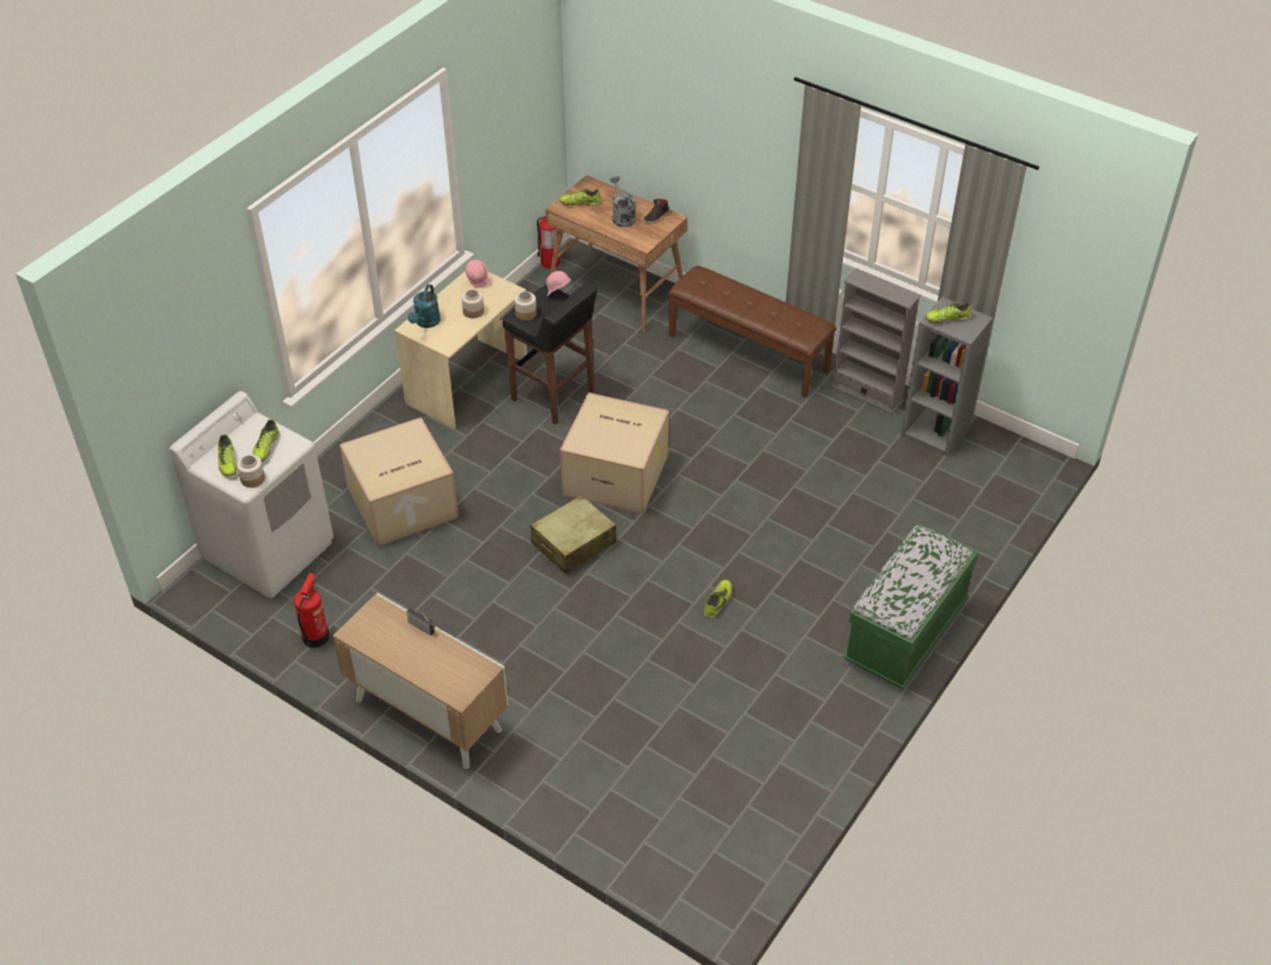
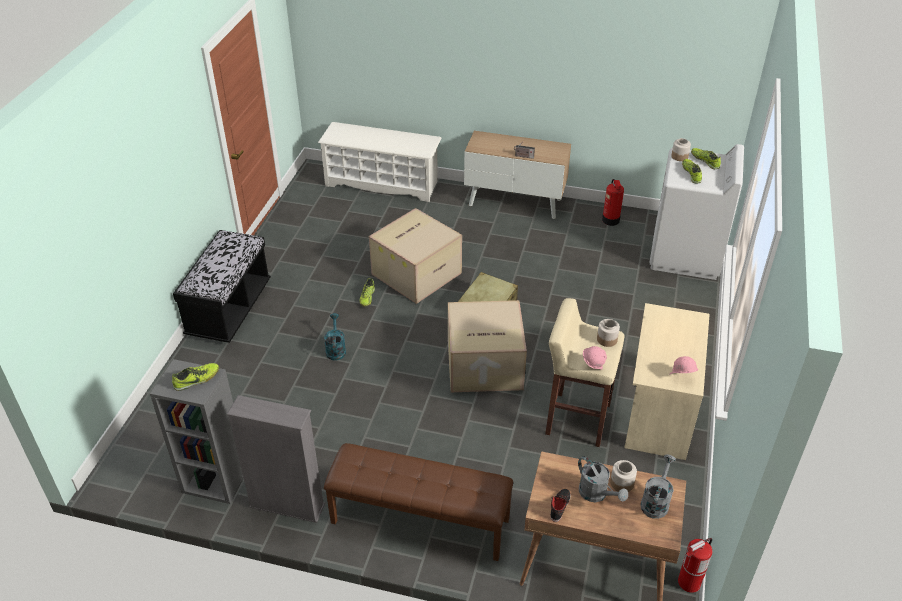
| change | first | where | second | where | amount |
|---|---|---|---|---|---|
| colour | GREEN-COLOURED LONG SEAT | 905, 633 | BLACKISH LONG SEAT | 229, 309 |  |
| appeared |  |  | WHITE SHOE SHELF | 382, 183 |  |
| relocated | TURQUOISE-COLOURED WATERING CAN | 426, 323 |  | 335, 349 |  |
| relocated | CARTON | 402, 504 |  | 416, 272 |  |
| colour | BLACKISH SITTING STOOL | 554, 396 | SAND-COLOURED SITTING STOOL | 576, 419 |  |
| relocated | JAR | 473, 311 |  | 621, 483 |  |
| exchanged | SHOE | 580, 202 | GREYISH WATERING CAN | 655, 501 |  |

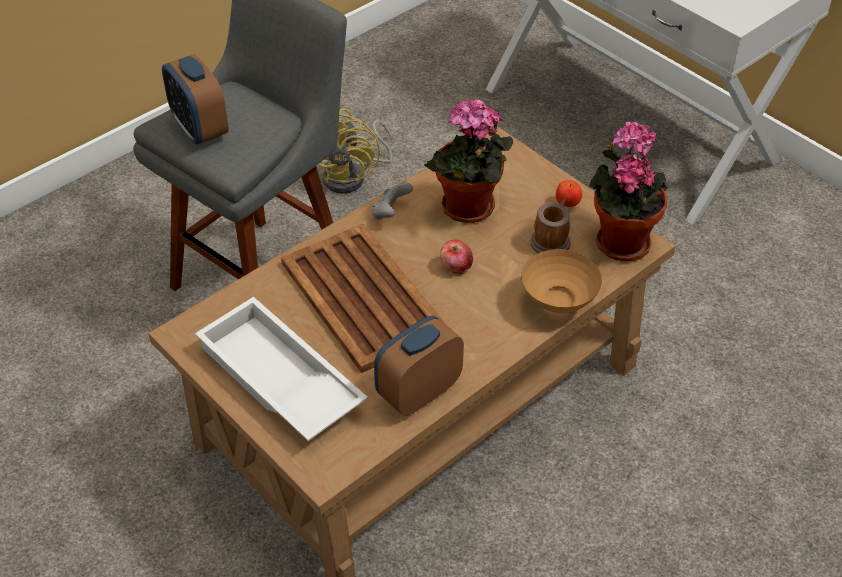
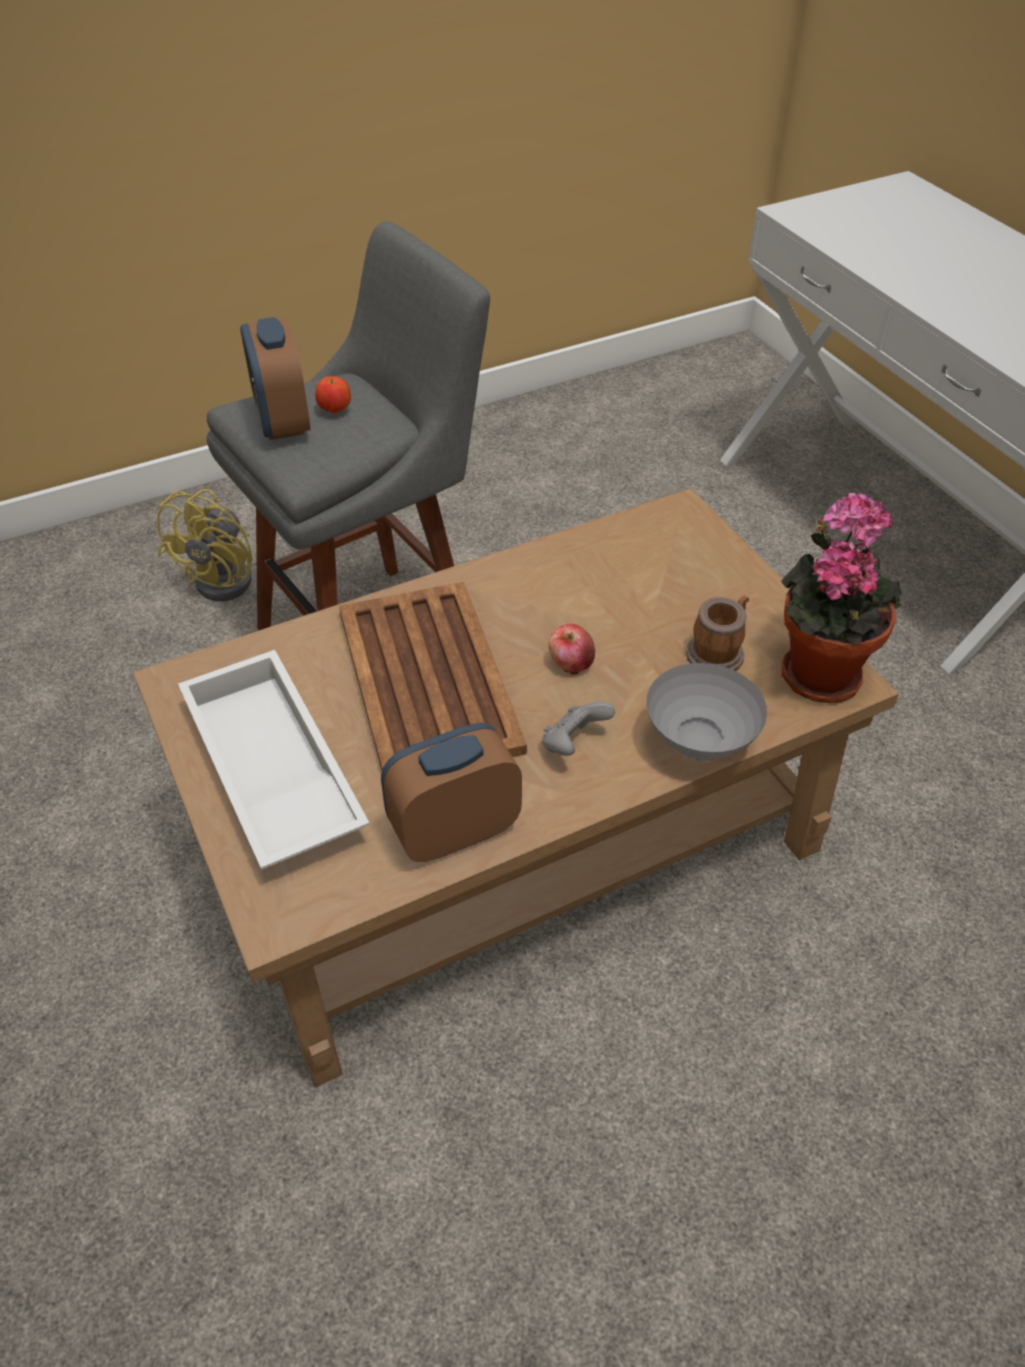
| change | first | where | second | where | amount |
|---|---|---|---|---|---|
| relocated | YELLOW FAN | 352, 176 |  | 238, 581 |  |
| relocated | WHOLE APPLE | 567, 203 |  | 335, 410 |  |
| relocated | GREYISH GAMEPAD | 390, 213 |  | 573, 744 |  |
| colour | BROWN-COLOURED DEEP DISH | 558, 304 | GREYISH DEEP DISH | 698, 744 |  |
| missing | PLANT IN A POT | 467, 210 |  |  |  |

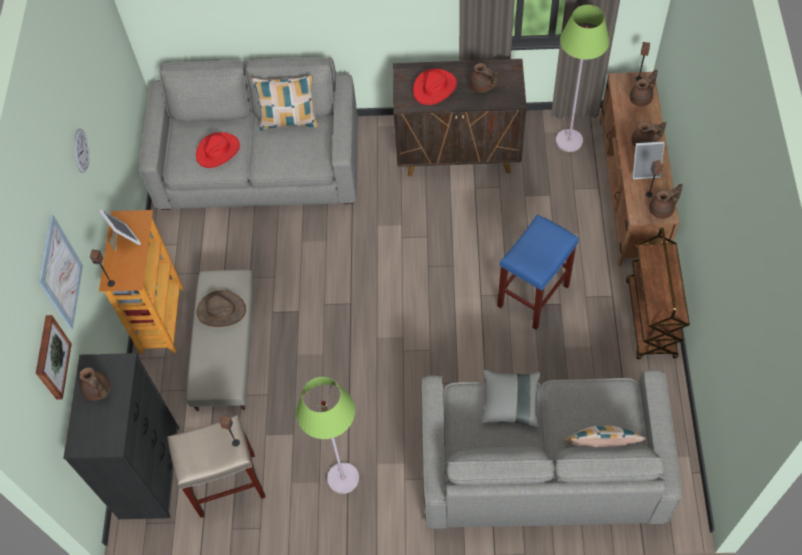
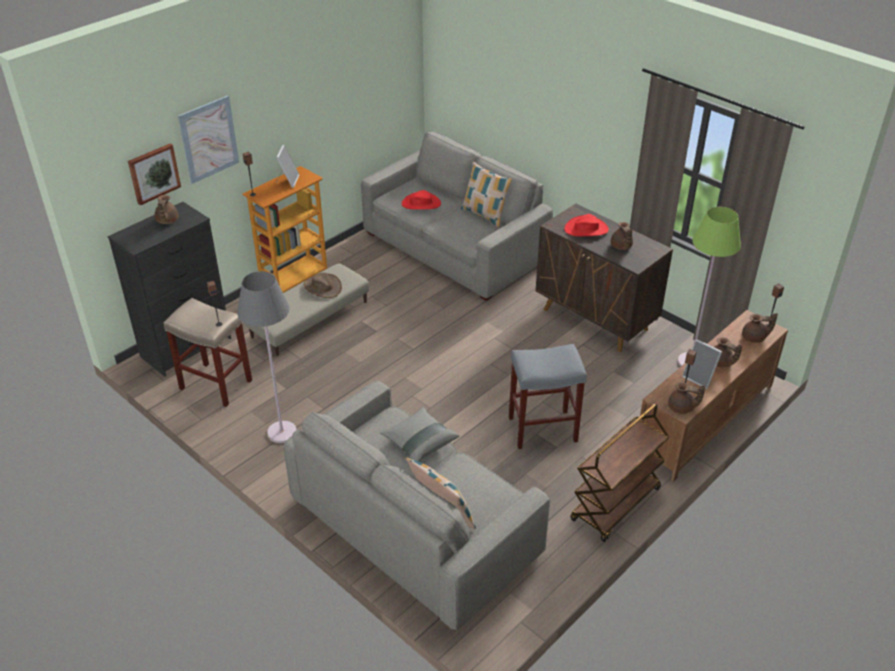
| change | first | where | second | where | amount |
|---|---|---|---|---|---|
| colour | GREEN-COLOURED STANDARD LAMP | 343, 478 | GREYISH STANDARD LAMP | 281, 432 |  |
| colour | BLUISH SITTING STOOL | 533, 295 | GREYISH SITTING STOOL | 543, 428 |  |
| missing | HANGING CLOCK | 81, 150 |  |  |  |

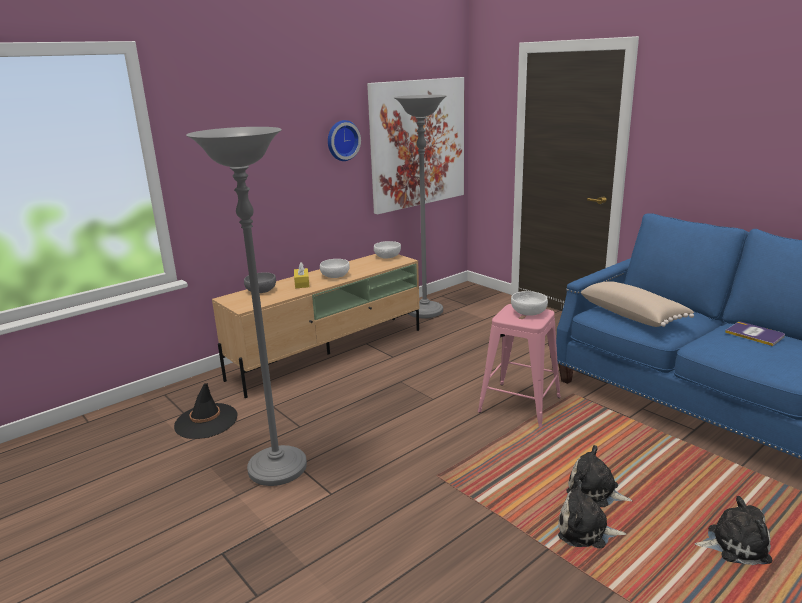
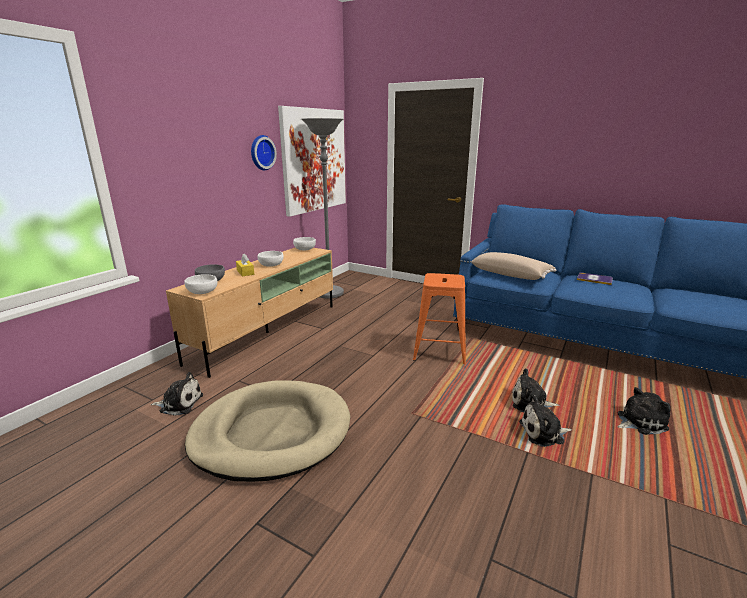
| change | first | where | second | where | amount |
|---|---|---|---|---|---|
| exchanged | BLACKISH WEARABLE HAT | 206, 421 | SOFT TOY | 179, 403 |  |
| relocated | WHITE DEEP DISH | 528, 312 |  | 202, 292 |  |
| exchanged | GREYISH STANDARD LAMP | 277, 469 | SAND-COLOURED DOG CUSHION | 271, 433 |  |
| colour | PINKISH SITTING STOOL | 519, 404 | ORANGE-COLOURED SITTING STOOL | 439, 350 |  |

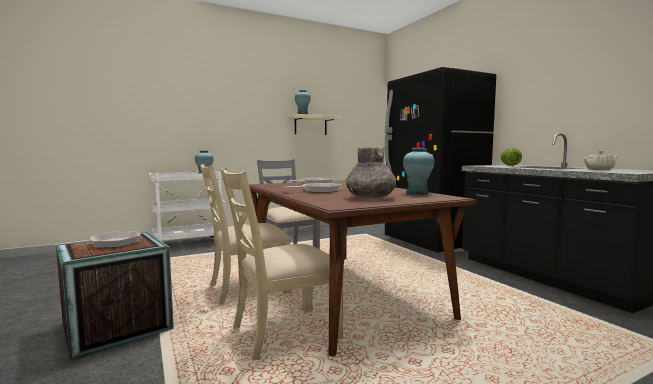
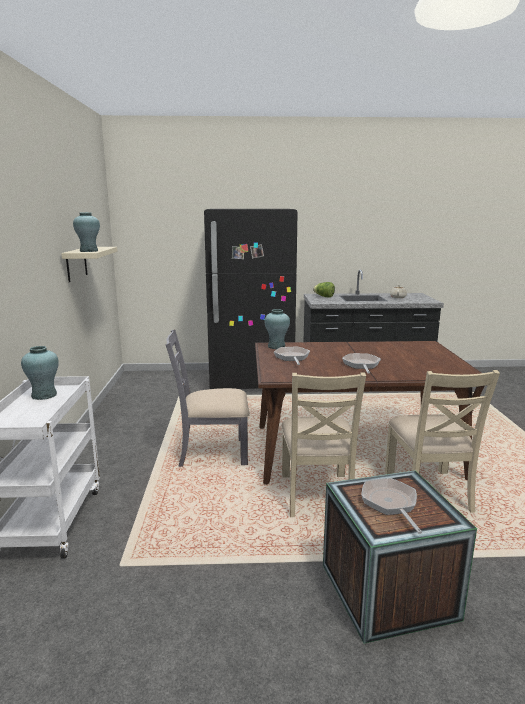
| change | first | where | second | where | amount |
|---|---|---|---|---|---|
| relocated | TURQUOISE-COLOURED DECORATIVE VASE | 417, 193 |  | 276, 346 |  |
| missing | GREYISH DECORATIVE VASE | 370, 198 |  |  |  |

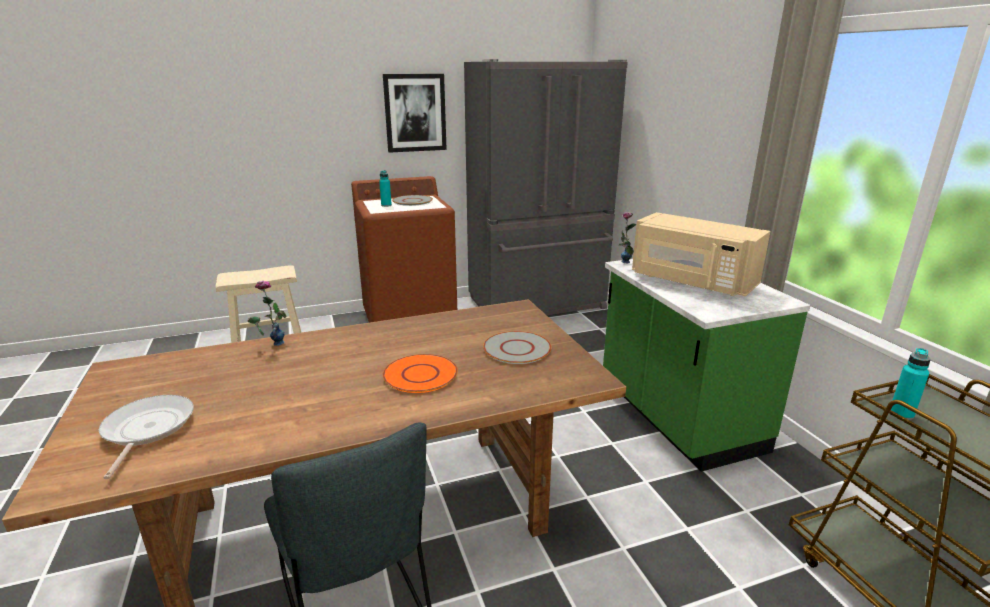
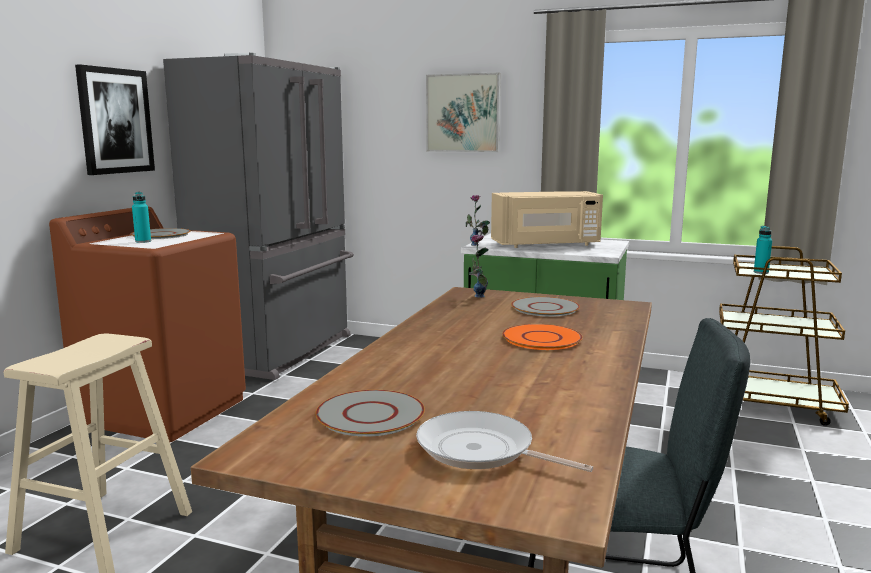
| change | first | where | second | where | amount |
|---|---|---|---|---|---|
| appeared |  |  | GREYISH FLAT DISH | 370, 415 |  |
| appeared |  |  | WALL PICTURE | 463, 113 |  |
| relocated | DECORATIVE VASE | 270, 344 |  | 477, 298 |  |

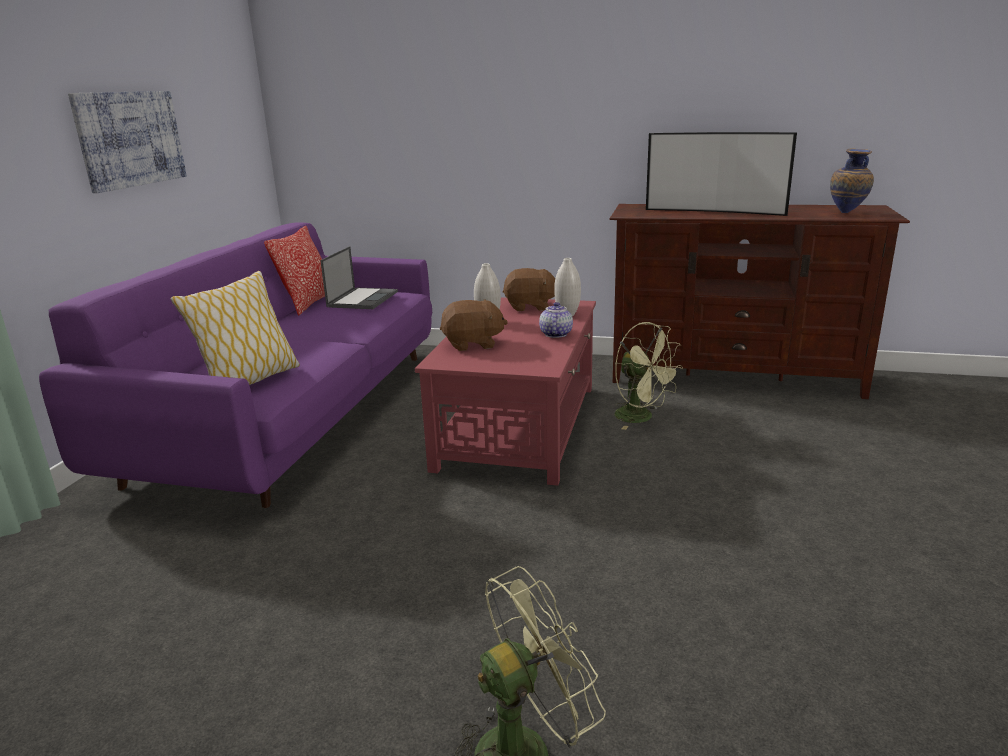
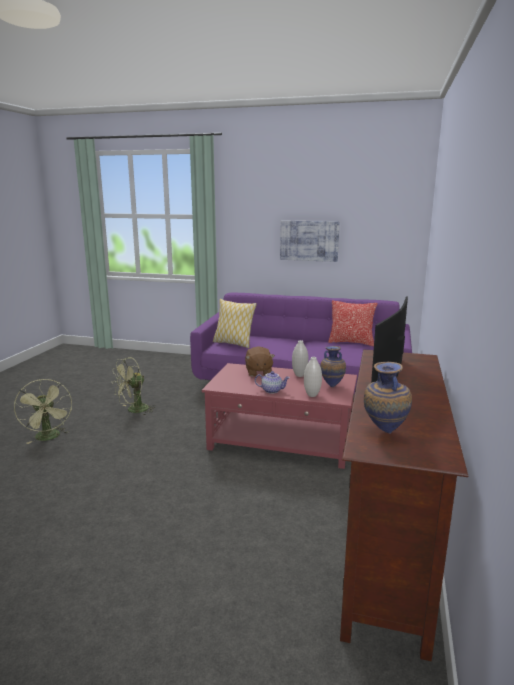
| change | first | where | second | where | amount |
|---|---|---|---|---|---|
| relocated | GREEN-COLOURED FAN | 641, 418 |  | 134, 410 |  |
| exchanged | BROWN-COLOURED SOFT TOY | 530, 307 | DECORATIVE VASE | 332, 386 |  |
| missing | LAPTOP | 363, 299 |  |  |  |

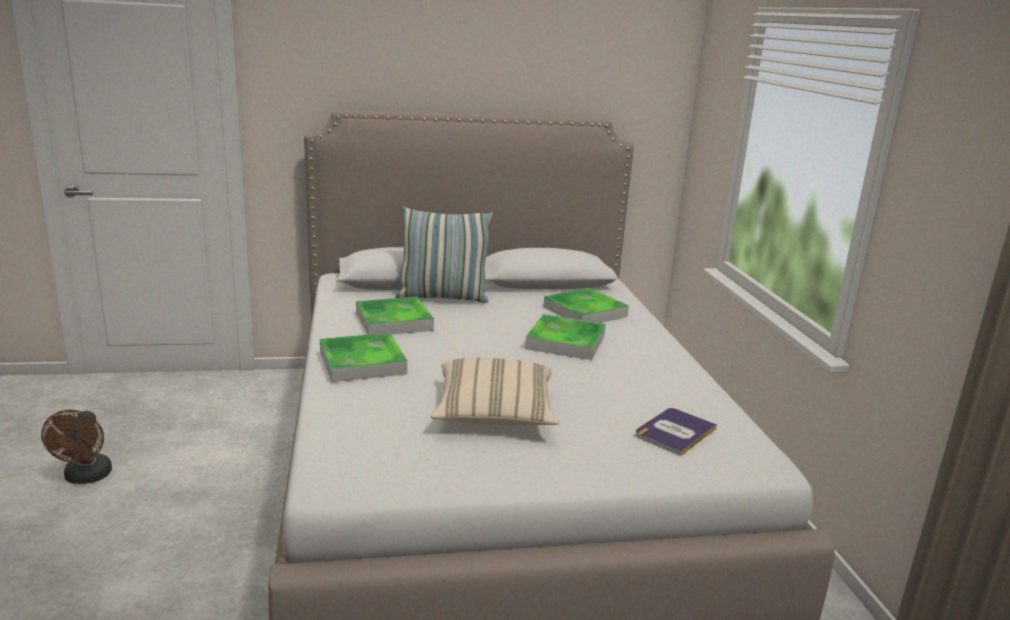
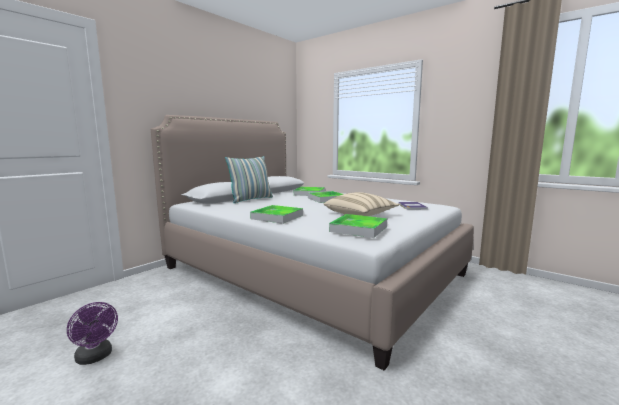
| change | first | where | second | where | amount |
|---|---|---|---|---|---|
| colour | BROWN-COLOURED FAN | 86, 477 | PURPLE FAN | 96, 357 |  |
| relocated | TRAY | 394, 321 |  | 358, 229 |  |

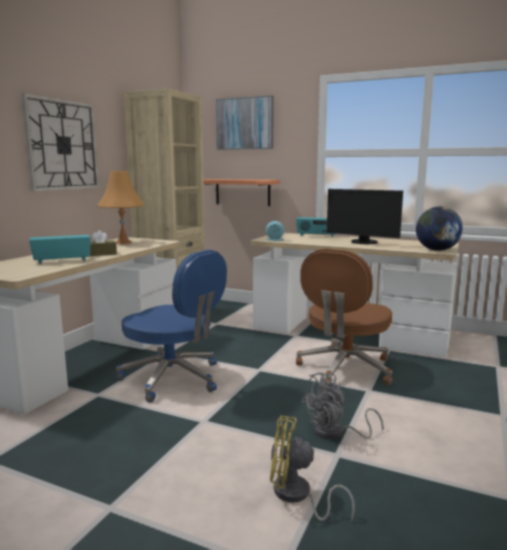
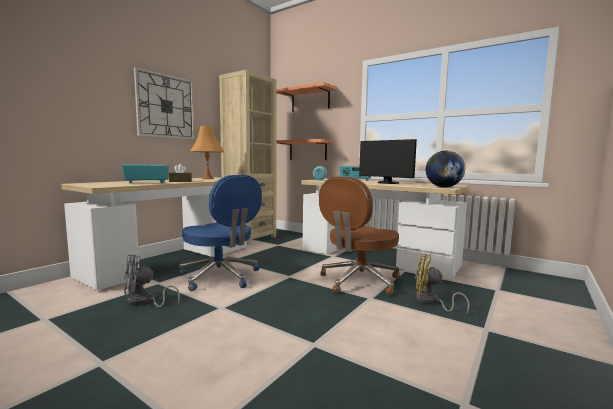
| change | first | where | second | where | amount |
|---|---|---|---|---|---|
| relocated | GREYISH FAN | 335, 432 |  | 144, 302 |  |
| exchanged | WALL PICTURE | 245, 123 | BRACKET SHELF | 310, 100 |  |
| relocated | YELLOW FAN | 297, 496 |  | 431, 301 |  |

